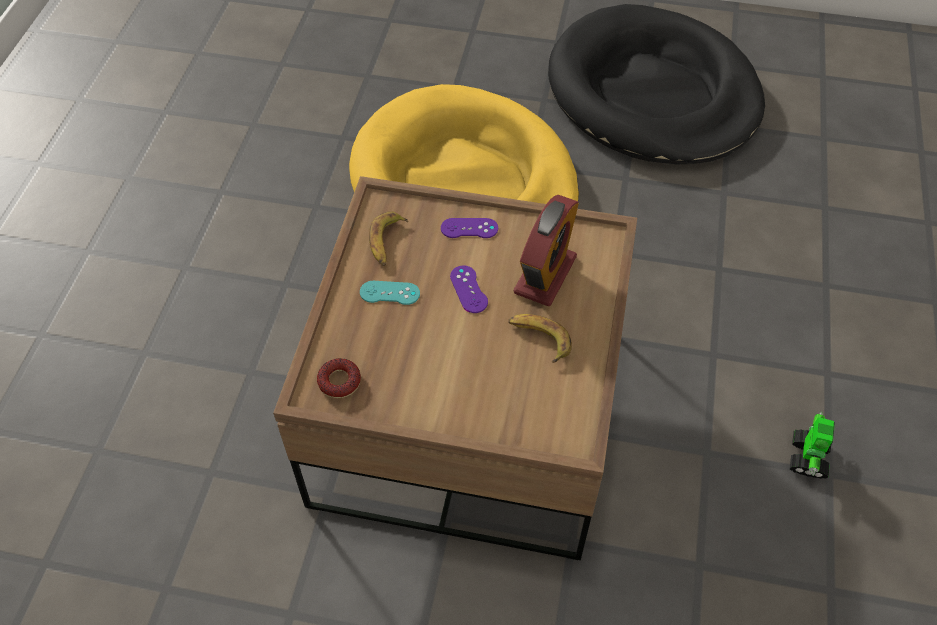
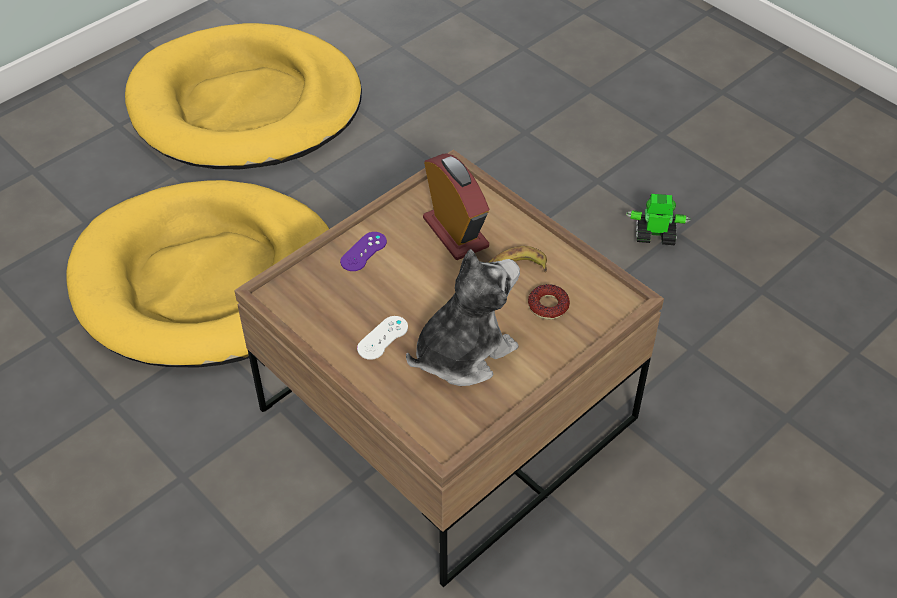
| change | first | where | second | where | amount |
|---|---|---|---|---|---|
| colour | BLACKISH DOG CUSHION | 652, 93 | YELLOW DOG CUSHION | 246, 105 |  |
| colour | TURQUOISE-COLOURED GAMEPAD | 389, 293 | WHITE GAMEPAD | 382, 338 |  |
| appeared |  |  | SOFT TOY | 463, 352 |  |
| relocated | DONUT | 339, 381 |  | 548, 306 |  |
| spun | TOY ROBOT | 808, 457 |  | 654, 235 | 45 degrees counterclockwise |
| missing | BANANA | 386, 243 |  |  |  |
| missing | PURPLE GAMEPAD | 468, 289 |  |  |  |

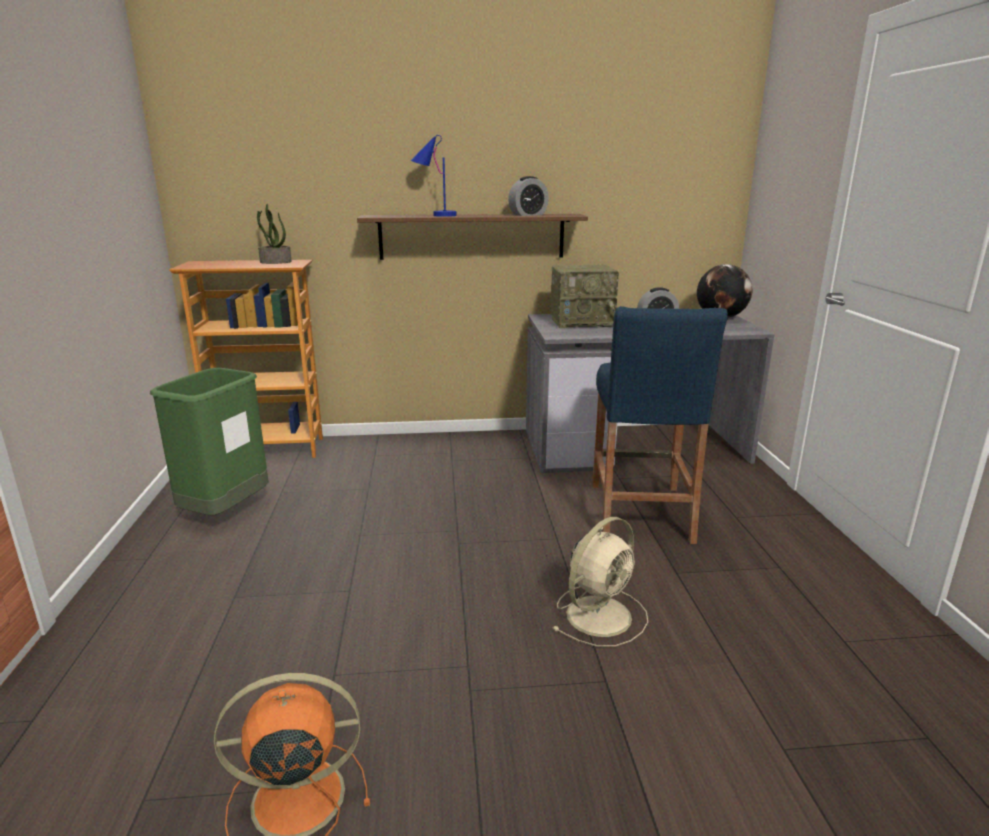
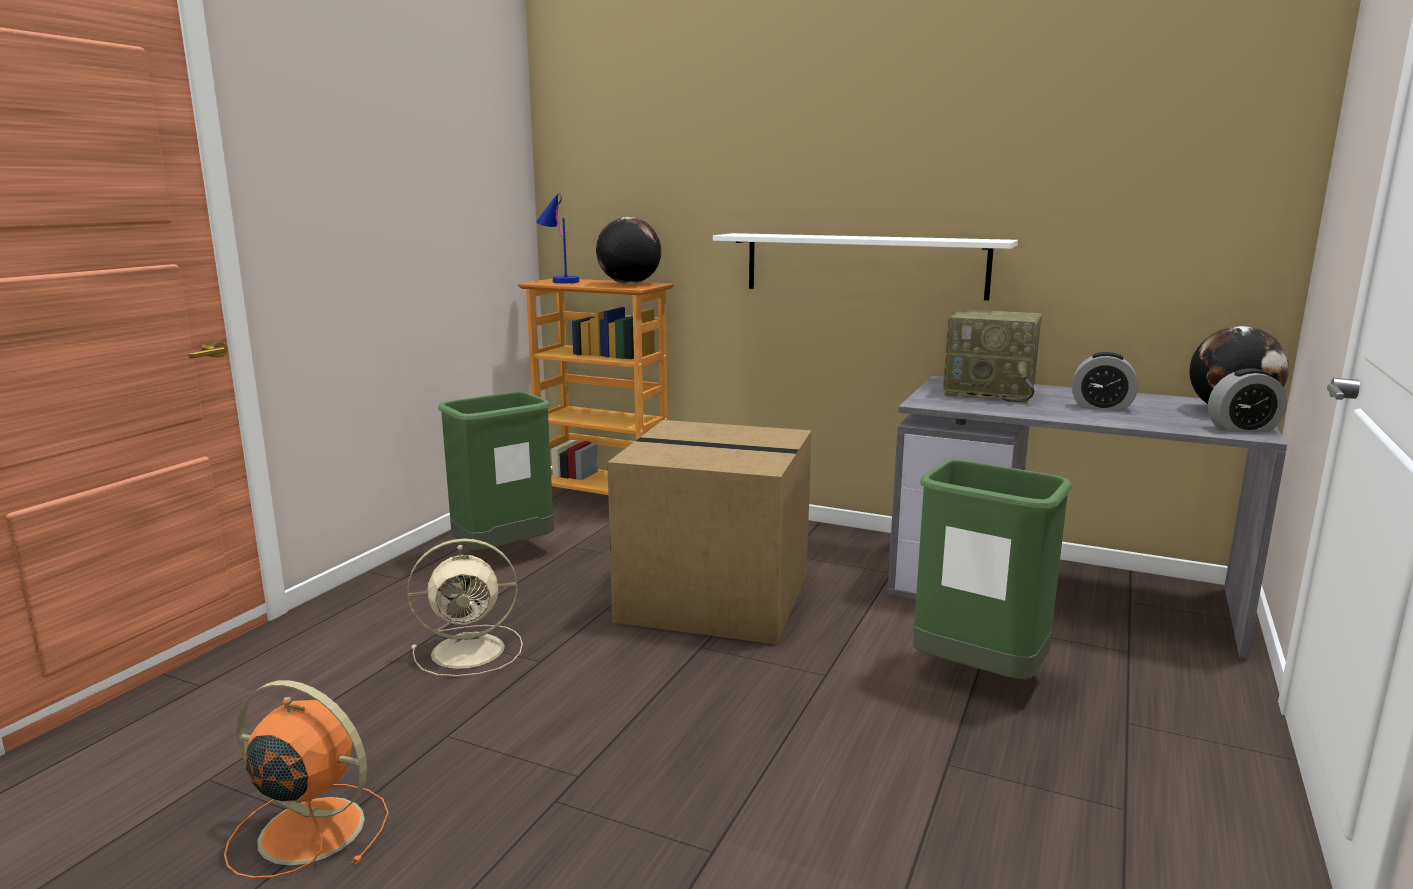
| change | first | where | second | where | amount |
|---|---|---|---|---|---|
| relocated | SAND-COLOURED FAN | 600, 614 |  | 471, 650 |  |
| relocated | BLUISH TABLE LAMP | 434, 215 |  | 558, 281 |  |
| exchanged | PLANT IN A POT | 275, 262 | GLOBE | 629, 284 |  |
| appeared |  |  | CARTON | 718, 596 |  |
| colour | BROWN-COLOURED BRACKET SHELF | 472, 236 | WHITE BRACKET SHELF | 864, 265 |  |
| exchanged | BLUISH SITTING STOOL | 640, 512 | GREEN-COLOURED WASTE BIN | 977, 676 |  |
| relocated | BEDSIDE CLOCK | 528, 215 |  | 1242, 429 |  |

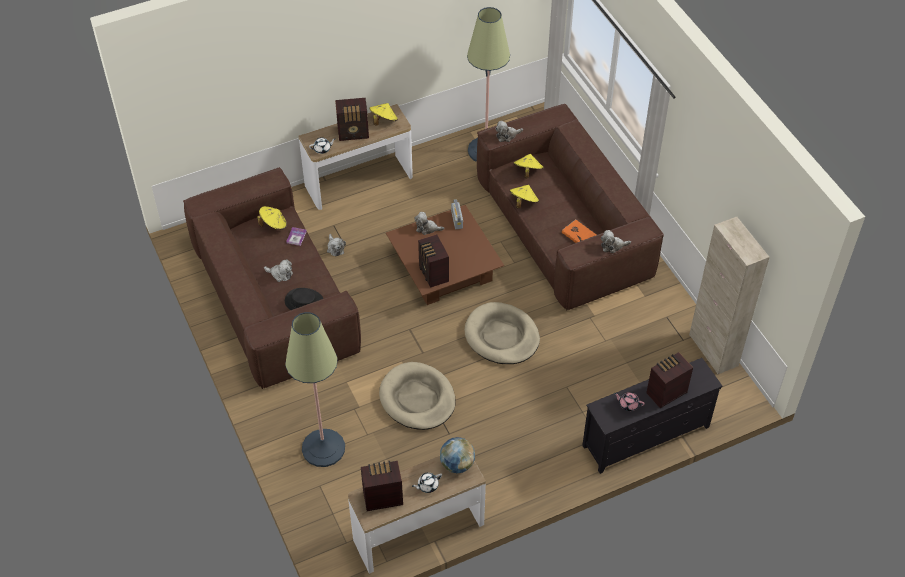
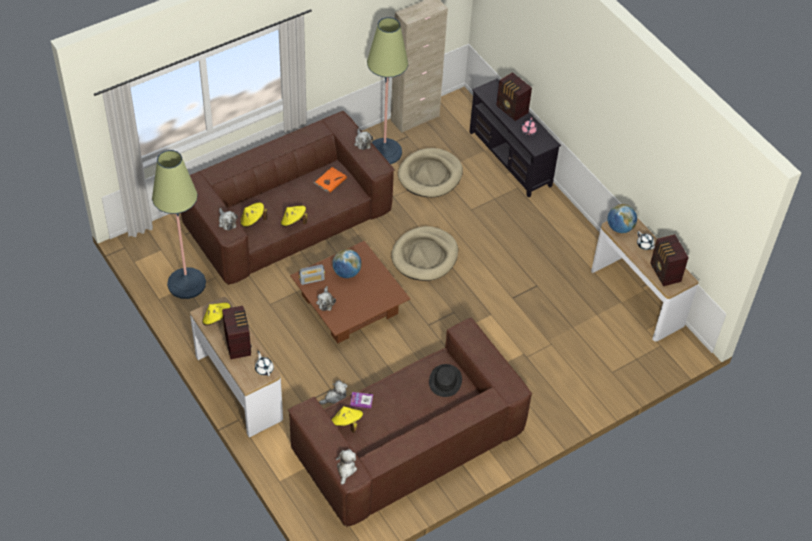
| change | first | where | second | where | amount |
|---|---|---|---|---|---|
| appeared |  |  | GLOBE | 346, 273 |  |
| relocated | SOFT TOY | 280, 274 |  | 346, 469 |  |
| relocated | STANDARD LAMP | 323, 448 |  | 384, 152 |  |
| relocated | SAND-COLOURED DOG CUSHION | 417, 398 |  | 430, 175 |  |
| missing | RADIO SET | 433, 274 |  |  |  |

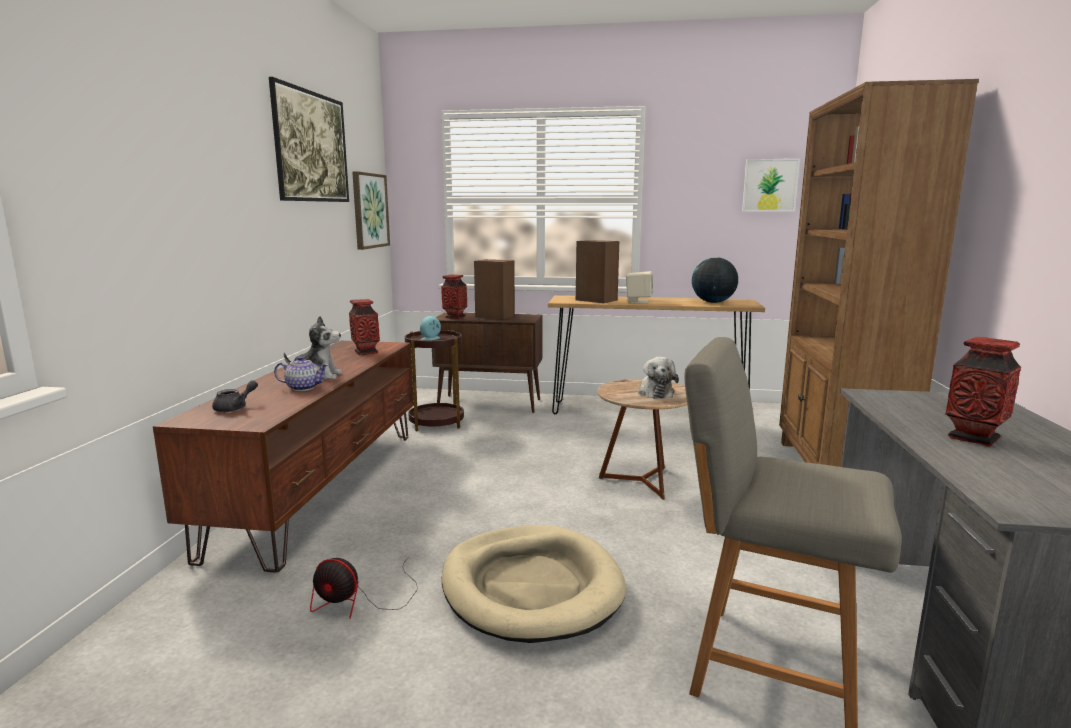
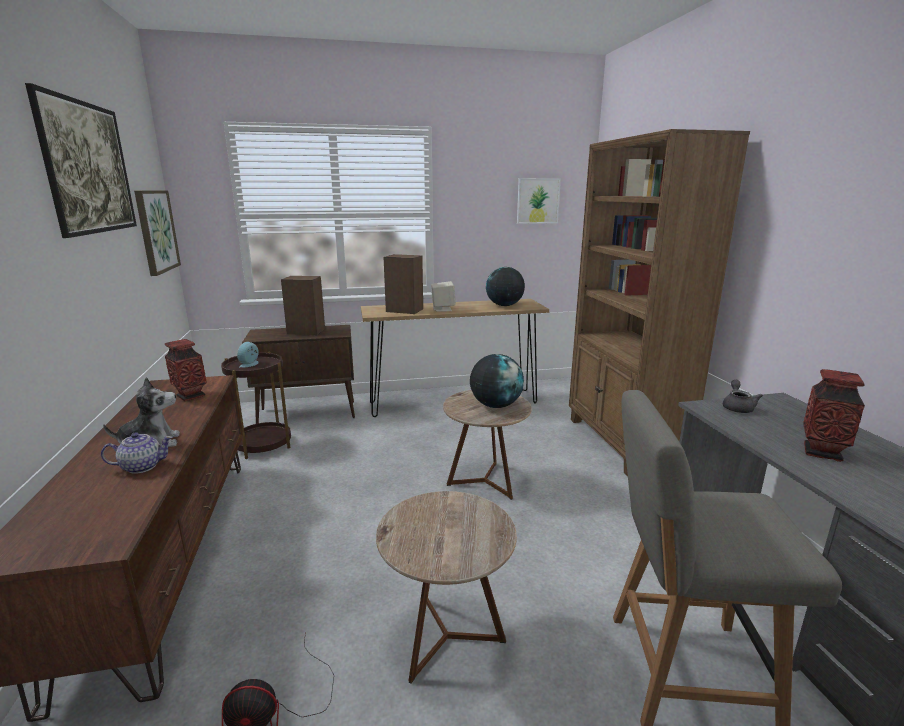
| change | first | where | second | where | amount |
|---|---|---|---|---|---|
| exchanged | SAND-COLOURED DOG CUSHION | 531, 587 | BROWN-COLOURED END TABLE | 446, 637 |  |
| exchanged | SOFT TOY | 655, 392 | GLOBE | 495, 405 |  |
| relocated | GREYISH TEAPOT | 235, 408 |  | 737, 407 |  |
| missing | DECORATIVE VASE | 455, 317 |  |  |  |

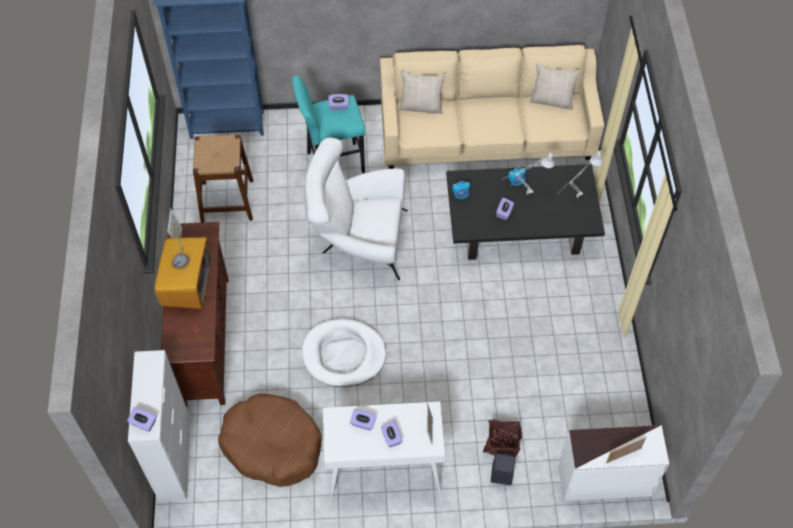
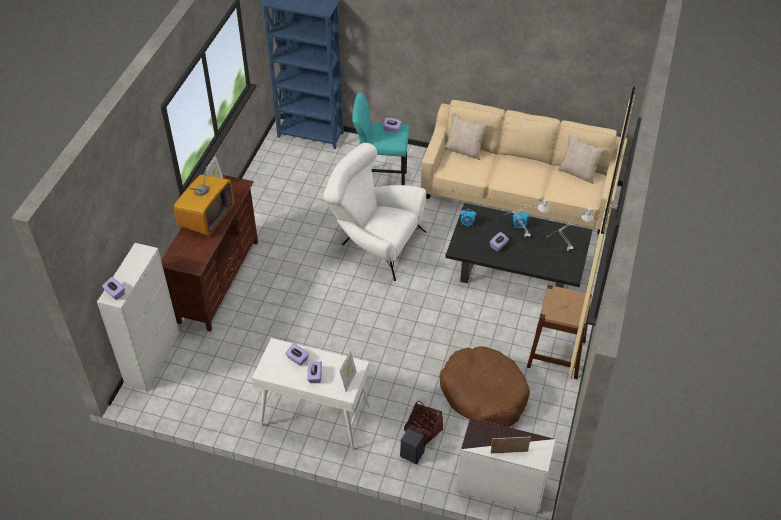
| change | first | where | second | where | amount |
|---|---|---|---|---|---|
| relocated | BROWN-COLOURED DOG CUSHION | 272, 445 |  | 483, 394 |  |
| relocated | BROWN-COLOURED SITTING STOOL | 227, 200 |  | 556, 353 |  |
| missing | WHITE DOG CUSHION | 344, 355 |  |  |  |

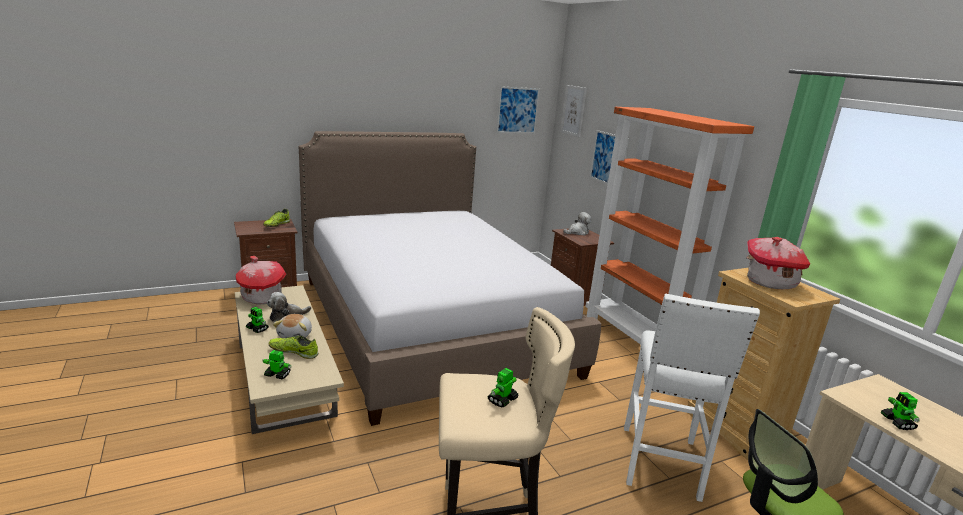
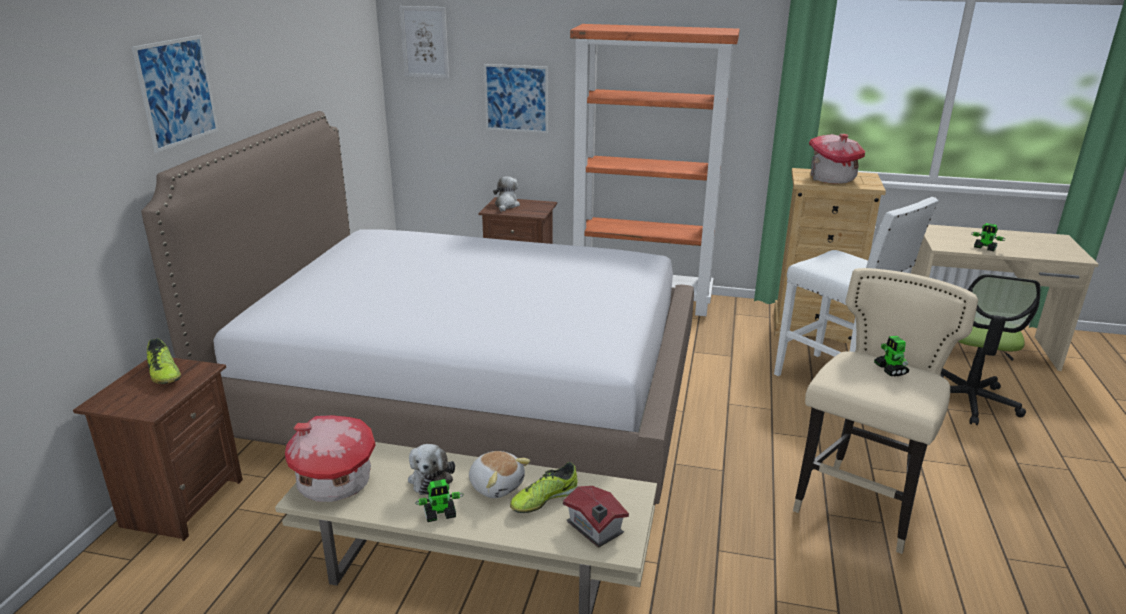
| change | first | where | second | where | amount |
|---|---|---|---|---|---|
| relocated | WALL PICTURE | 517, 110 |  | 177, 92 |  |
| exchanged | TOY ROBOT | 277, 375 | TOY HOUSE | 594, 529 |  |

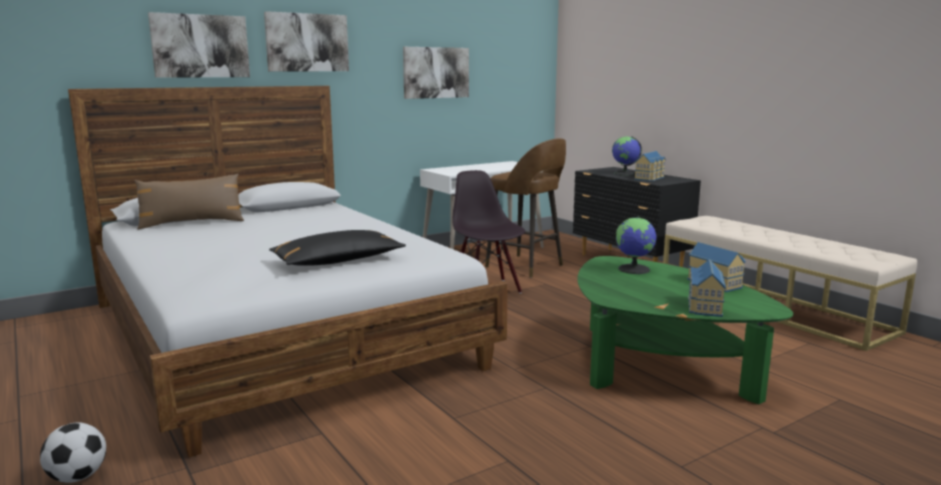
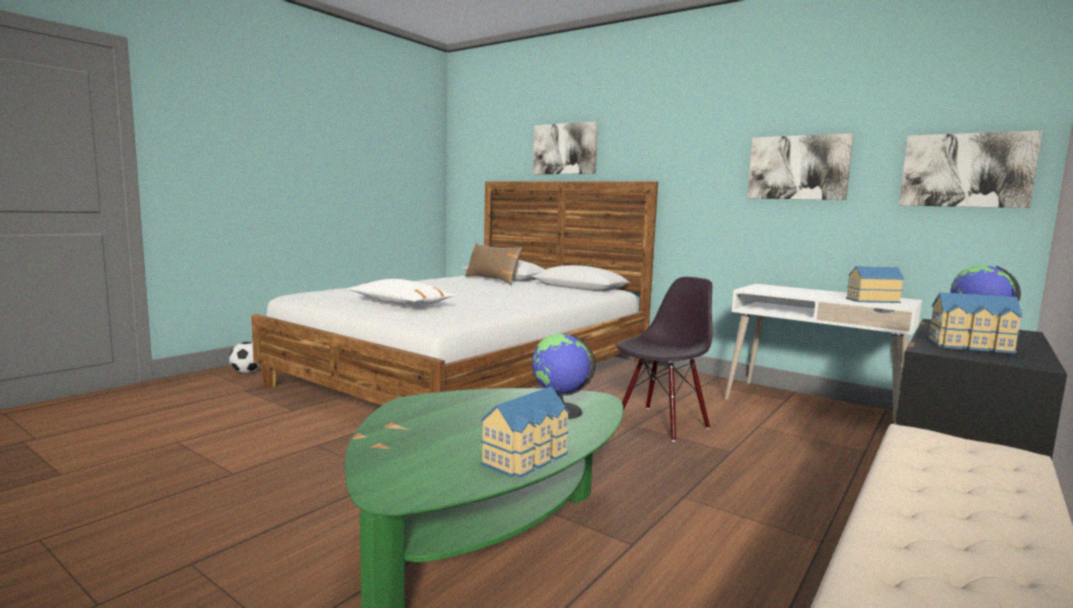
| change | first | where | second | where | amount |
|---|---|---|---|---|---|
| colour | BLACKISH THROW PILLOW | 337, 261 | WHITE THROW PILLOW | 400, 304 |  |
| relocated | TOY HOUSE | 703, 306 |  | 870, 300 |  |
| relocated | WALL PICTURE | 307, 42 |  | 966, 170 |  |
| missing | BROWN-COLOURED SITTING STOOL | 526, 266 |  |  |  |

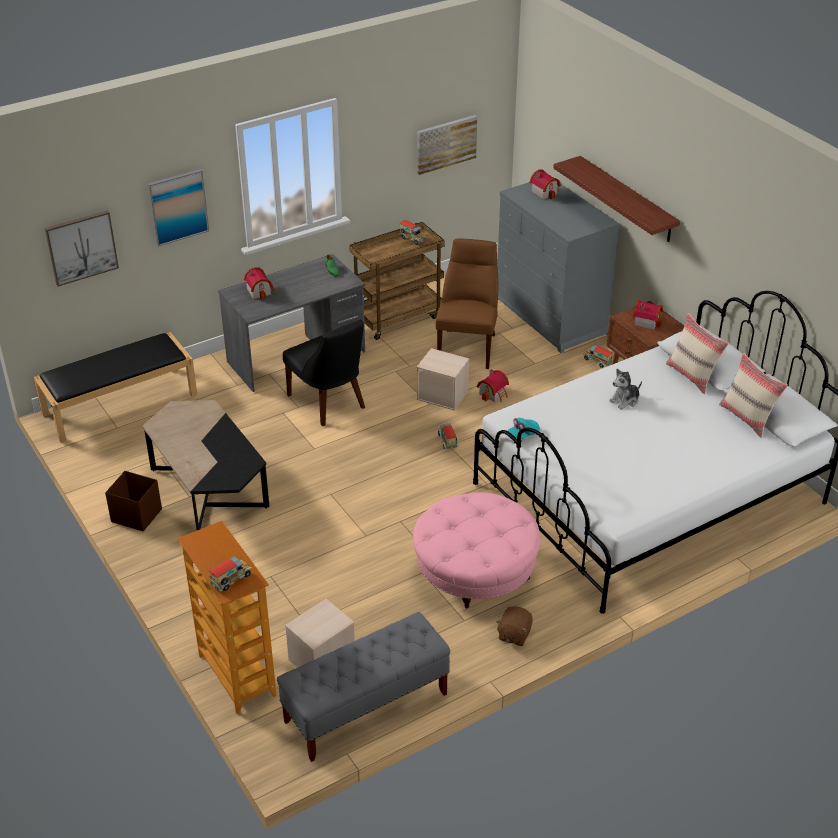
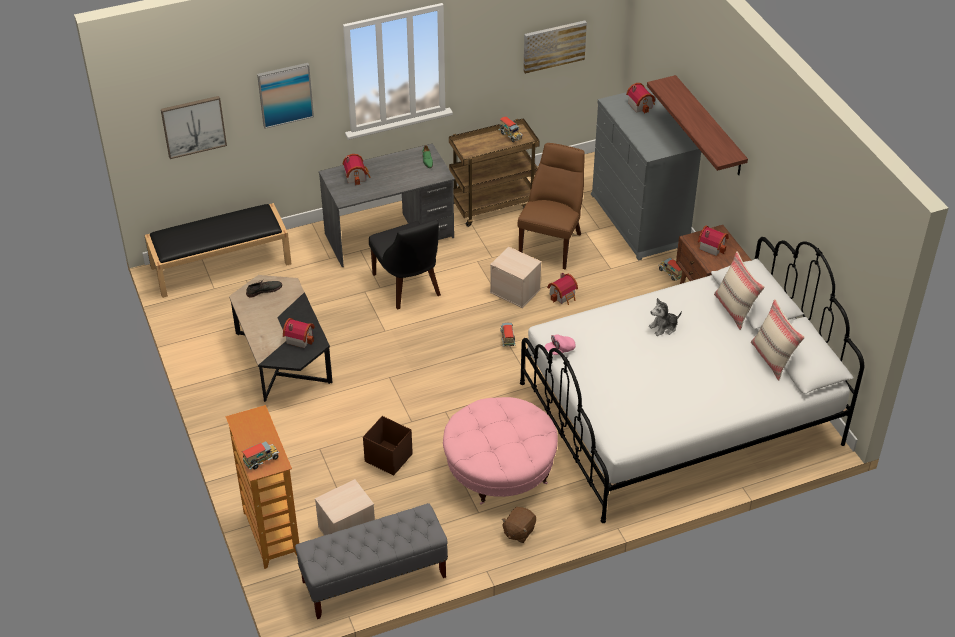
| change | first | where | second | where | amount |
|---|---|---|---|---|---|
| appeared |  |  | GREYISH SHOE | 264, 290 |  |
| appeared |  |  | TOY HOUSE | 299, 338 |  |
| relocated | BROWN-COLOURED STORAGE BOX | 136, 515 |  | 388, 457 |  |
| colour | TURQUOISE-COLOURED PEAKED CAP | 523, 434 | PINKISH PEAKED CAP | 560, 350 |  |

